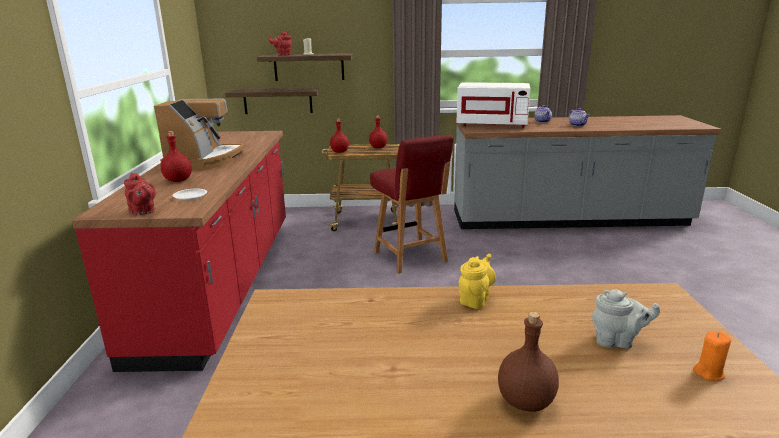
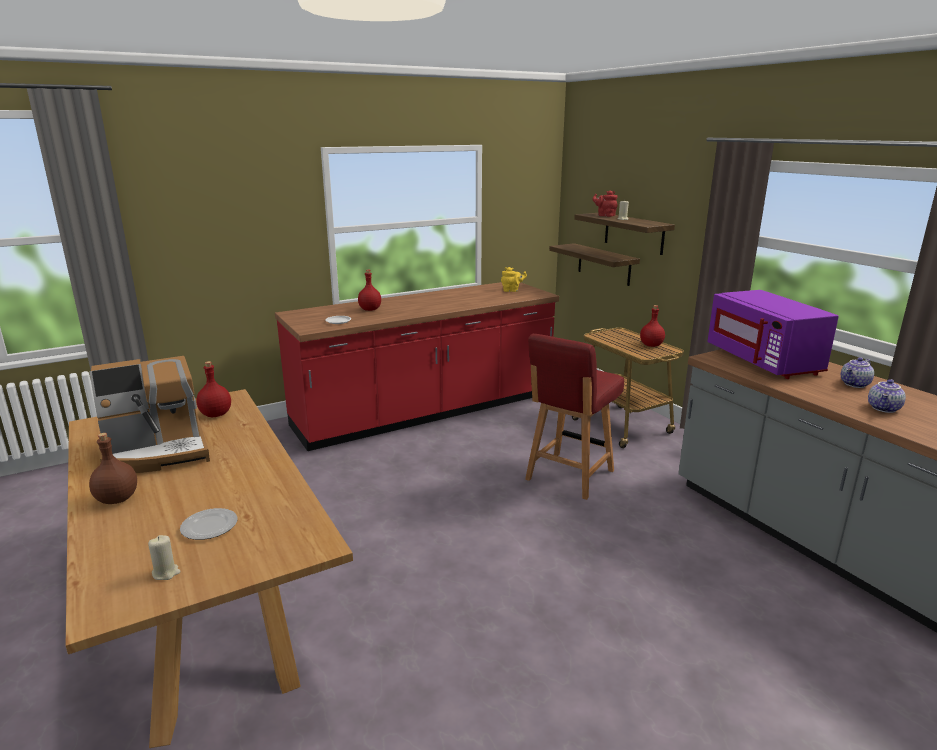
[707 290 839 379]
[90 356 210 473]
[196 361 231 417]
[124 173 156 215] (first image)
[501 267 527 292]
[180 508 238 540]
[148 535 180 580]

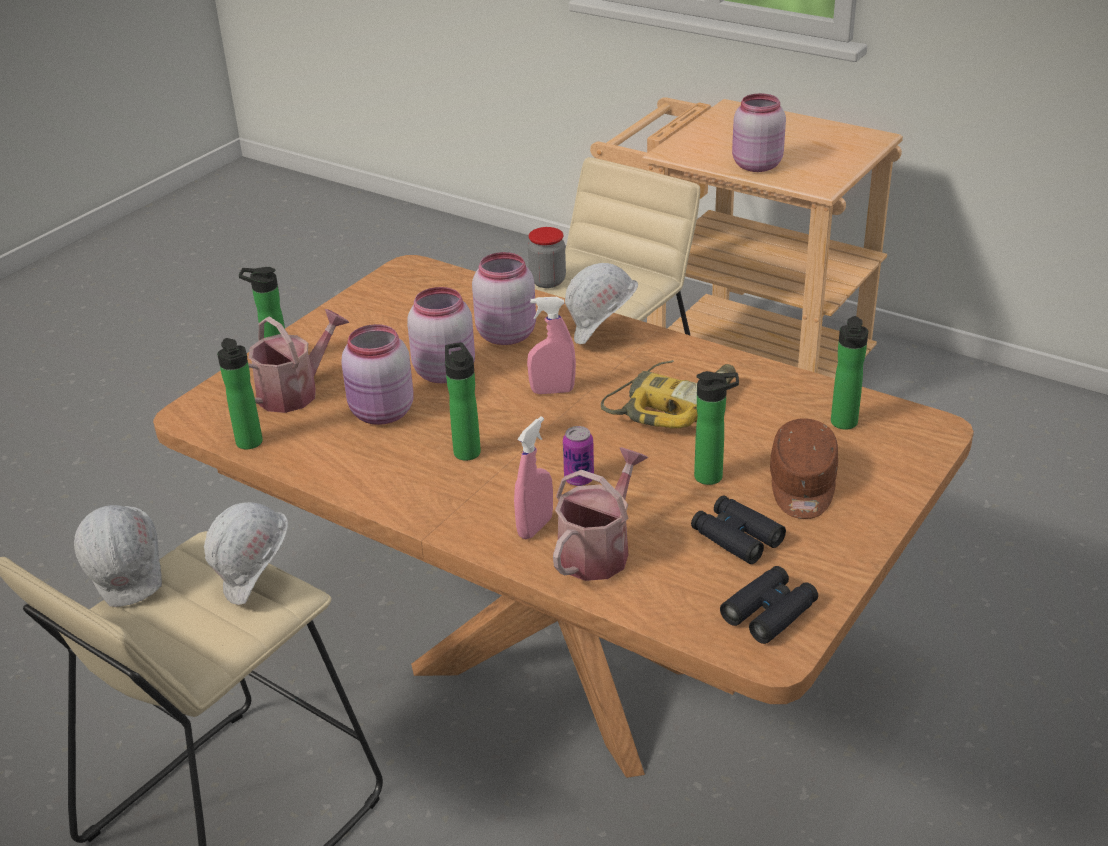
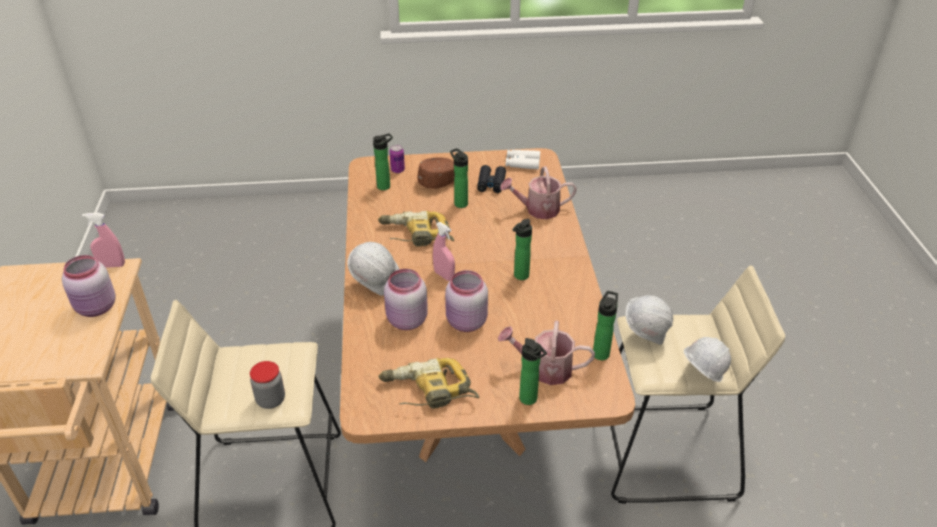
[341 324 414 425] (first image)
[82 213 125 268]
[390 145 405 173]
[506 150 540 169]
[378 358 479 409]

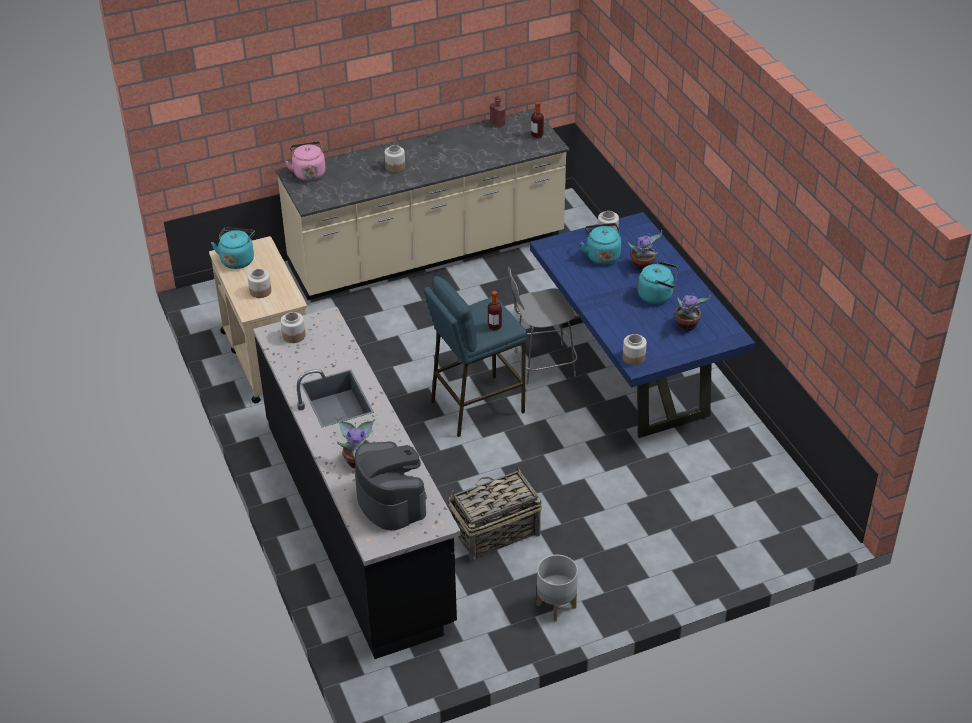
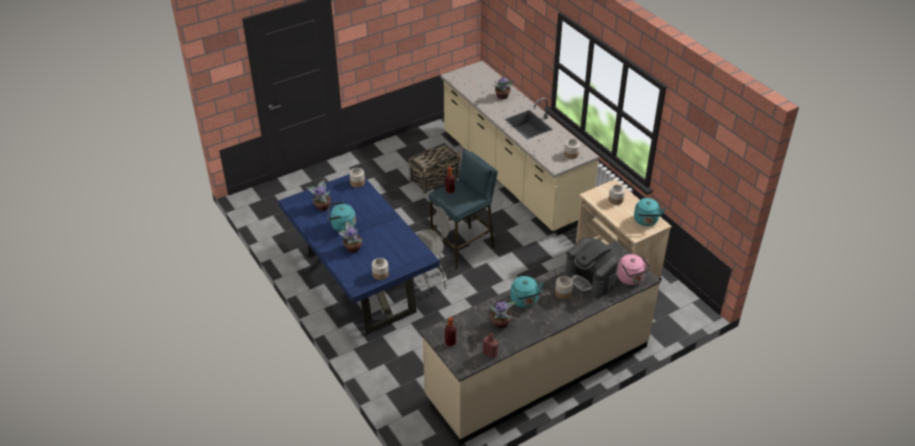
[510 276 543 308]
[440 61 599 235]
[565 237 618 298]
[537 555 578 622] (first image)
[490 298 517 329]

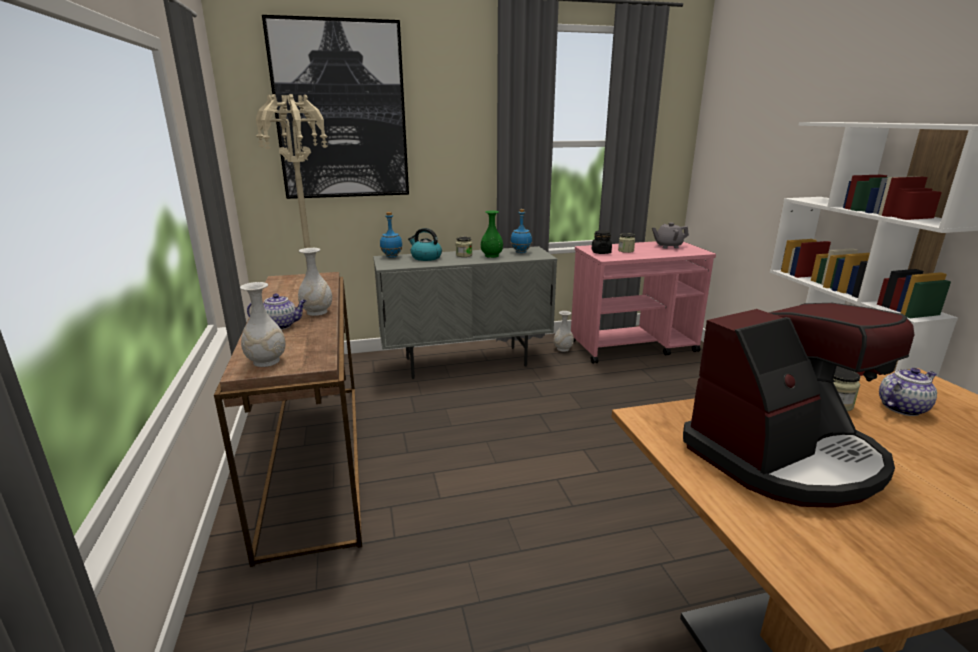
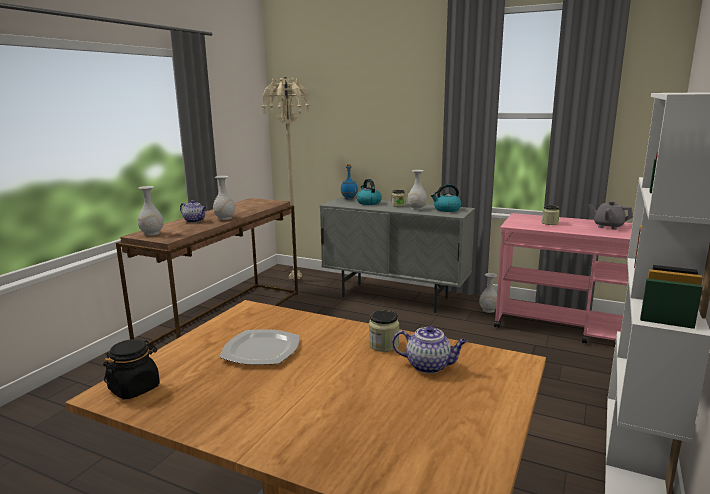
[262 15 409 199] (first image)
[431 184 461 212]
[408 170 427 210]
[103 339 160 399]
[220 329 299 365]

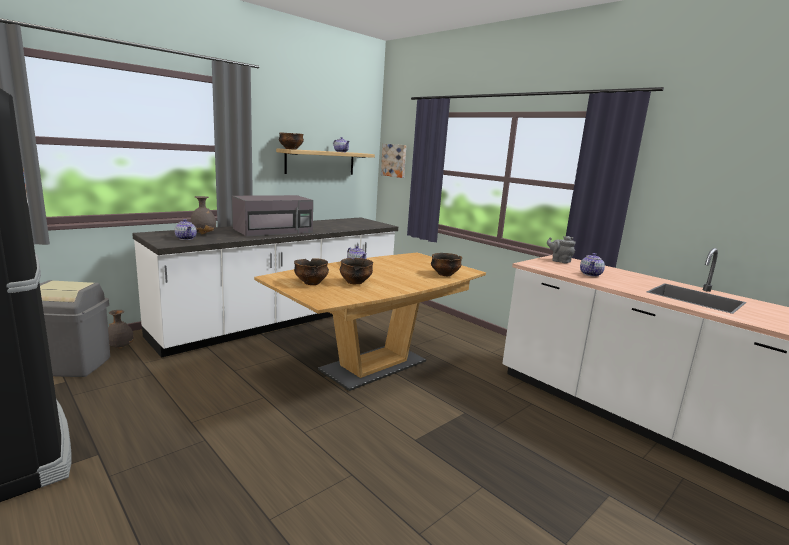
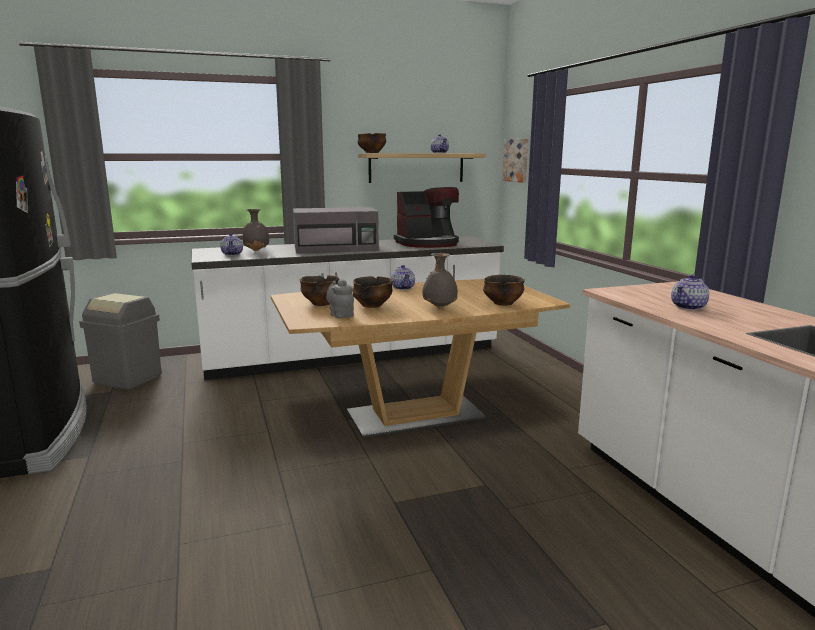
[326 279 354 318]
[422 253 458 309]
[394 187 459 248]

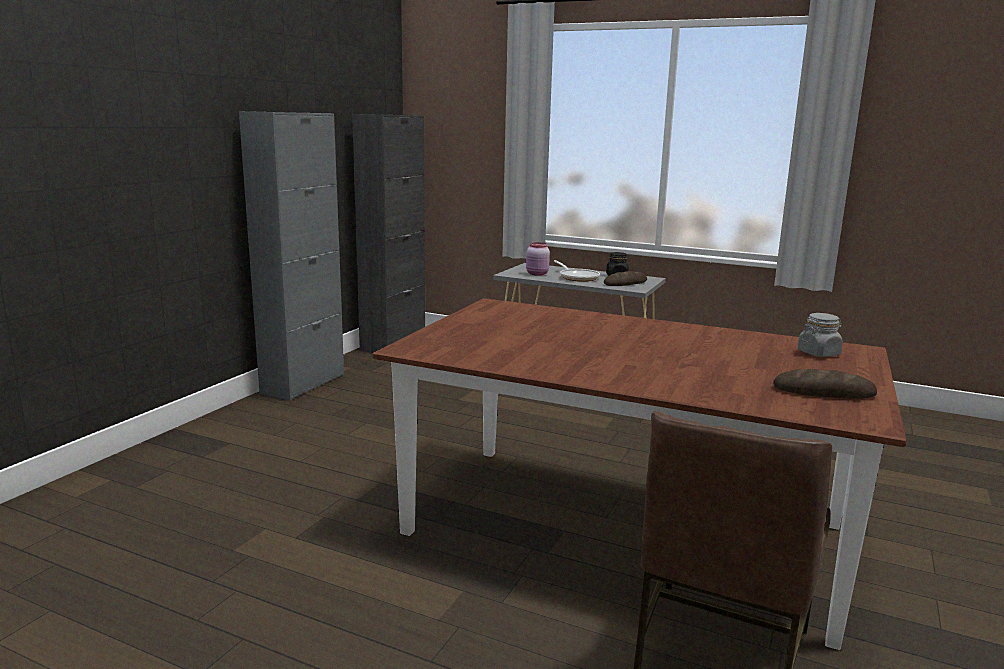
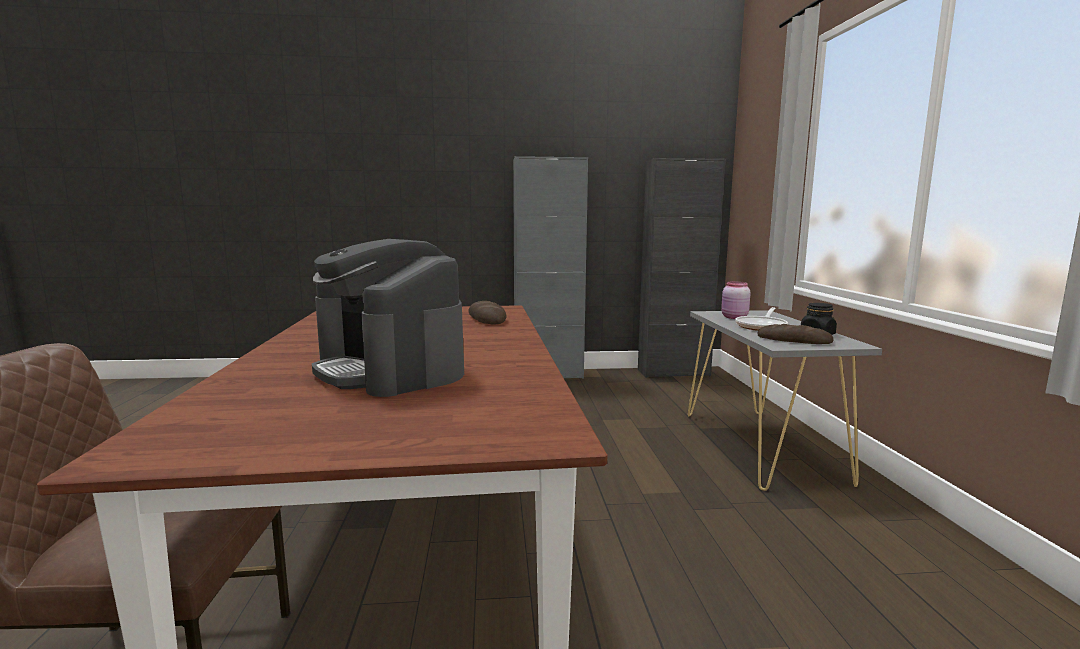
[797 313 843 357] (first image)
[468 301 506 324]
[312 239 464 397]

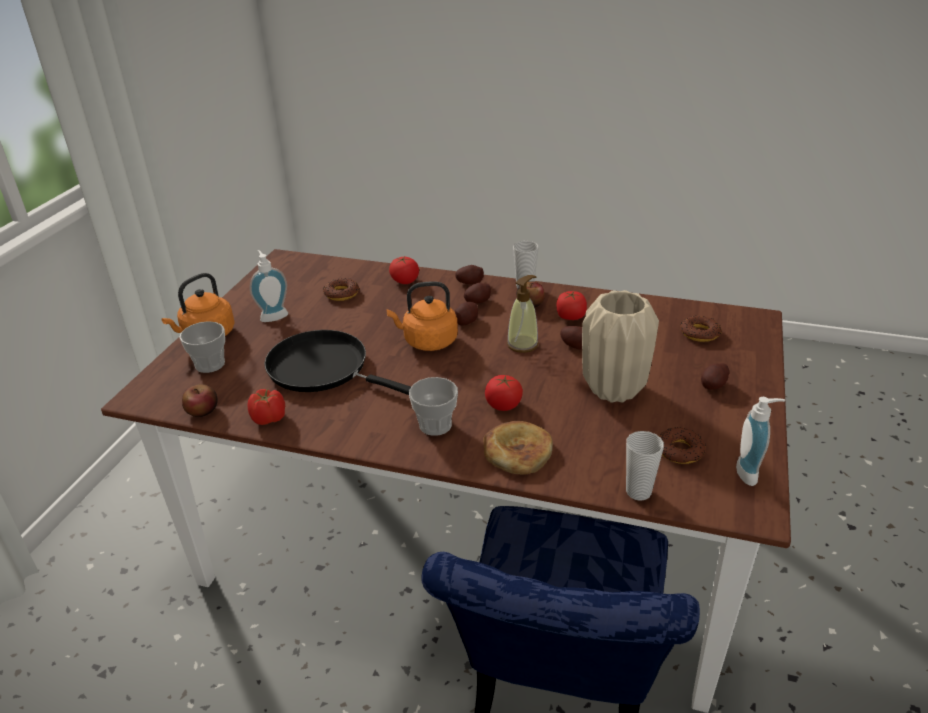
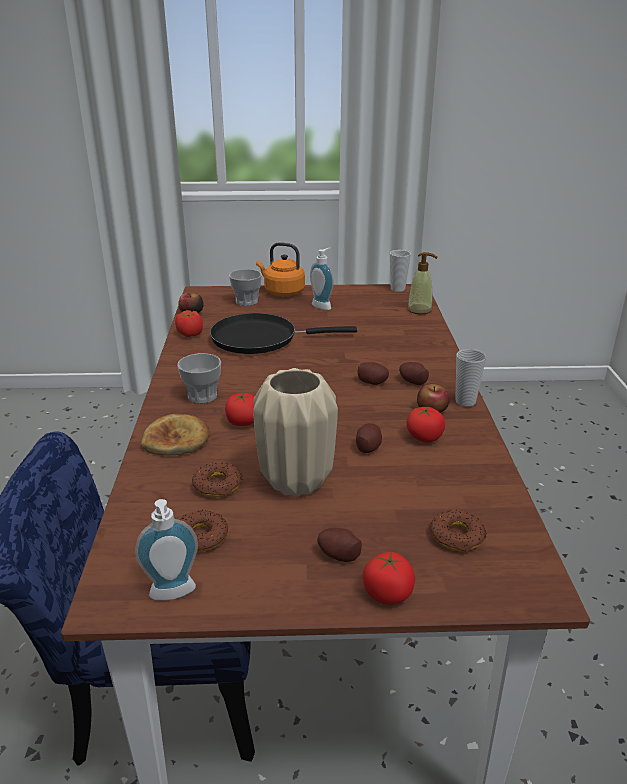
[363 552 415 605]
[455 265 484 284] (first image)
[407 252 438 314]
[192 463 242 497]
[386 281 458 351] (first image)
[210 313 357 354]
[390 250 411 292]

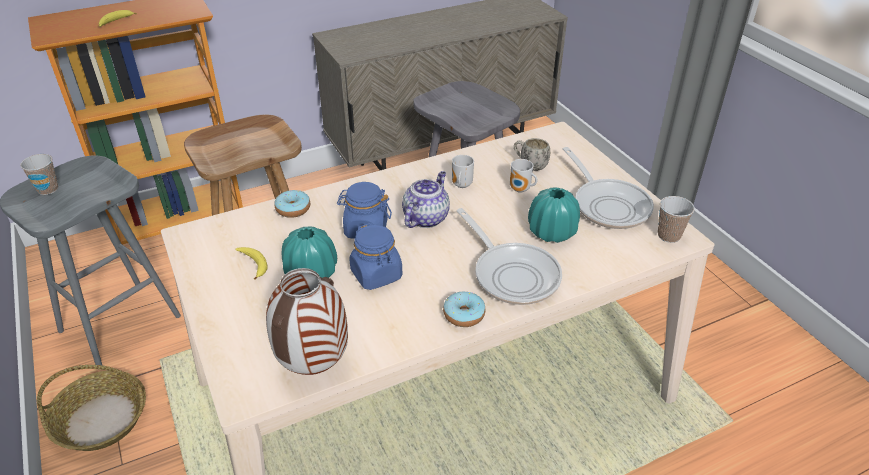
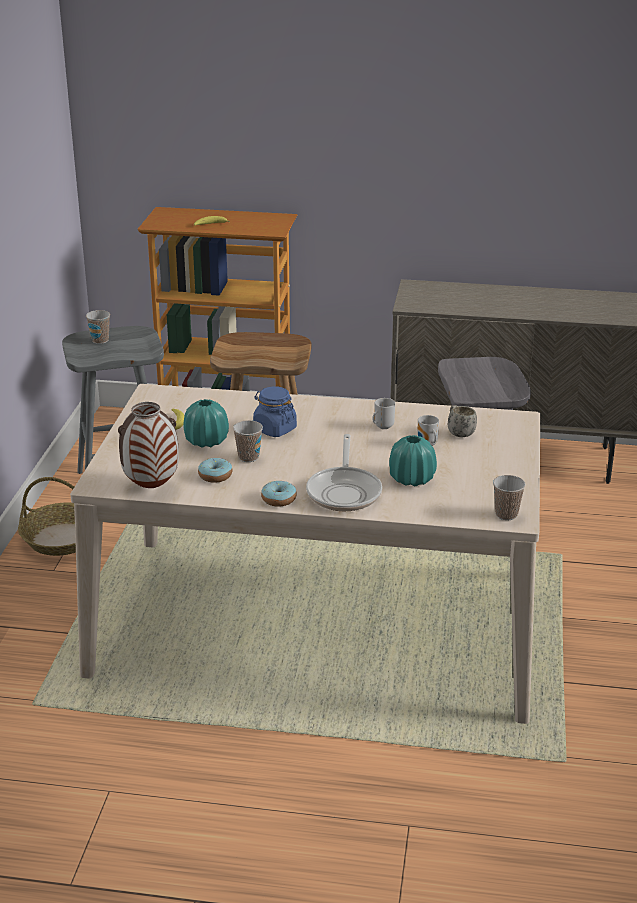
[563 147 654 229] (first image)
[402 171 450 228] (first image)
[198 458 232 483]
[233 420 263 462]

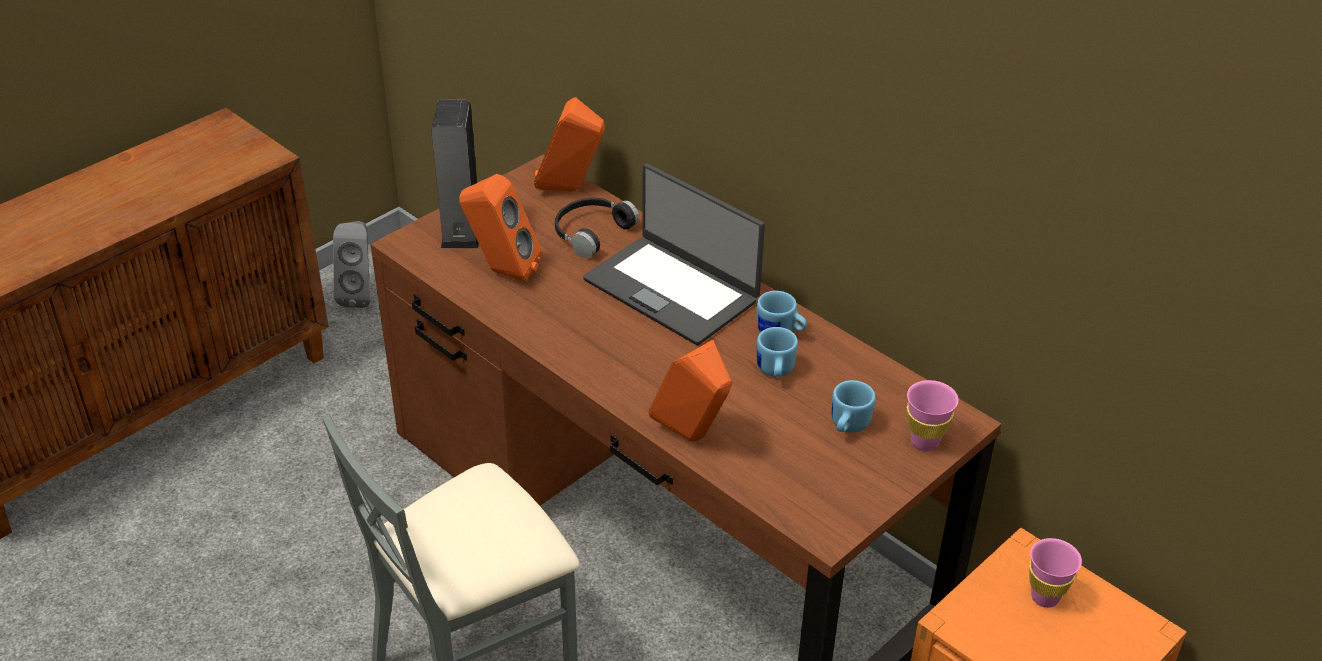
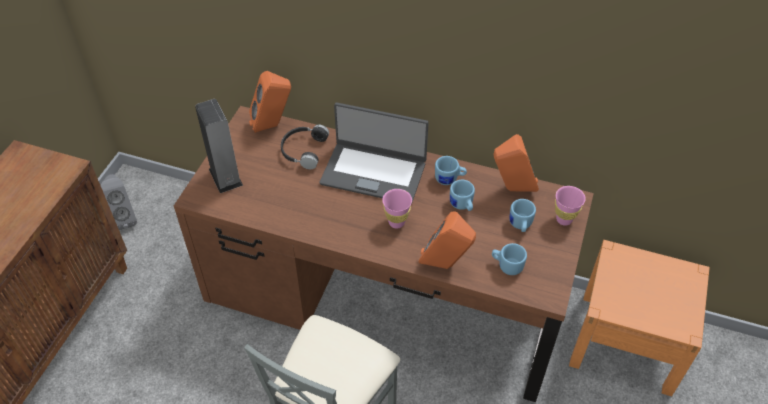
[494 134 539 192]
[382 189 412 229]
[492 243 527 275]

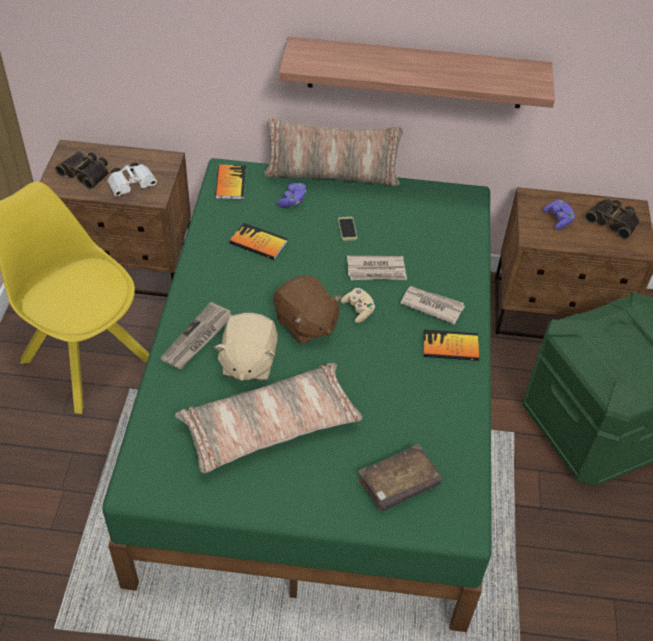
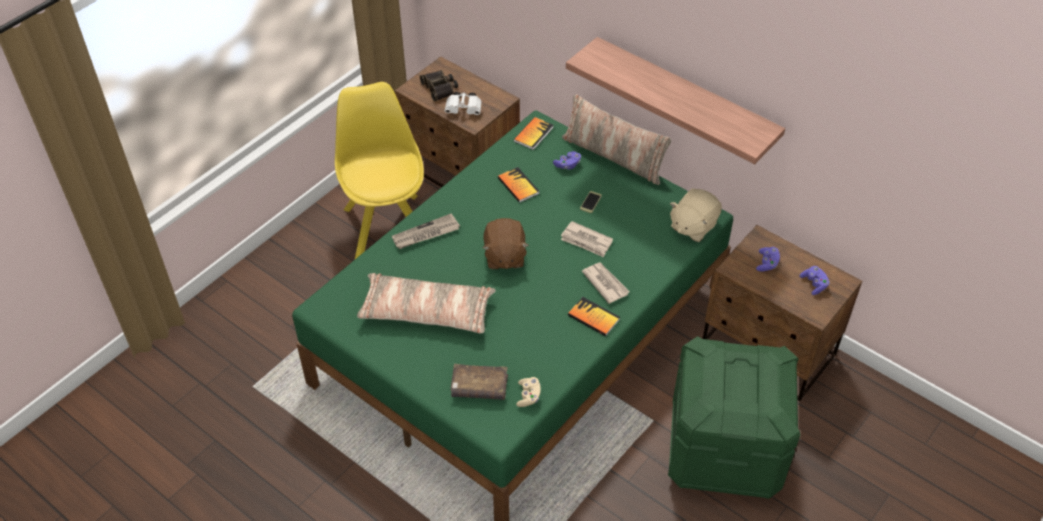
[799 266 830 295]
[516 377 541 407]
[670 189 722 242]

